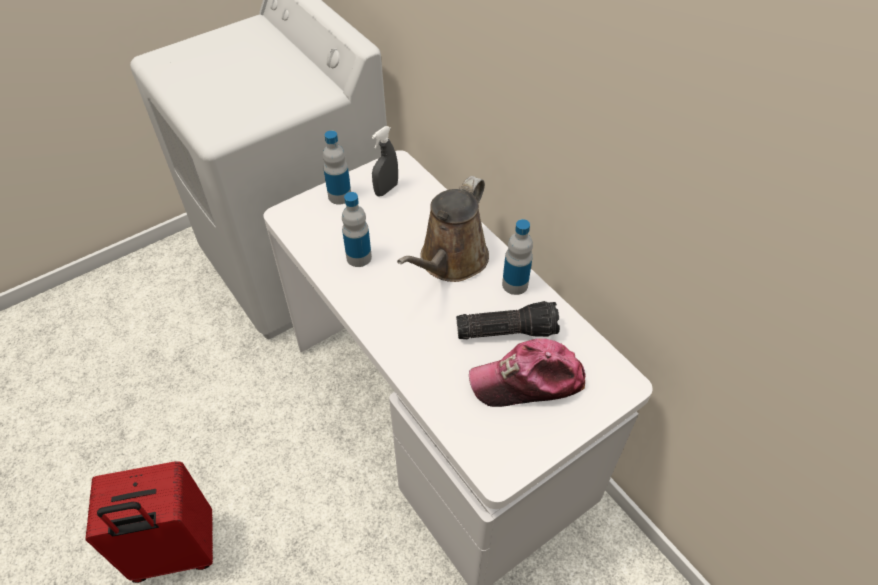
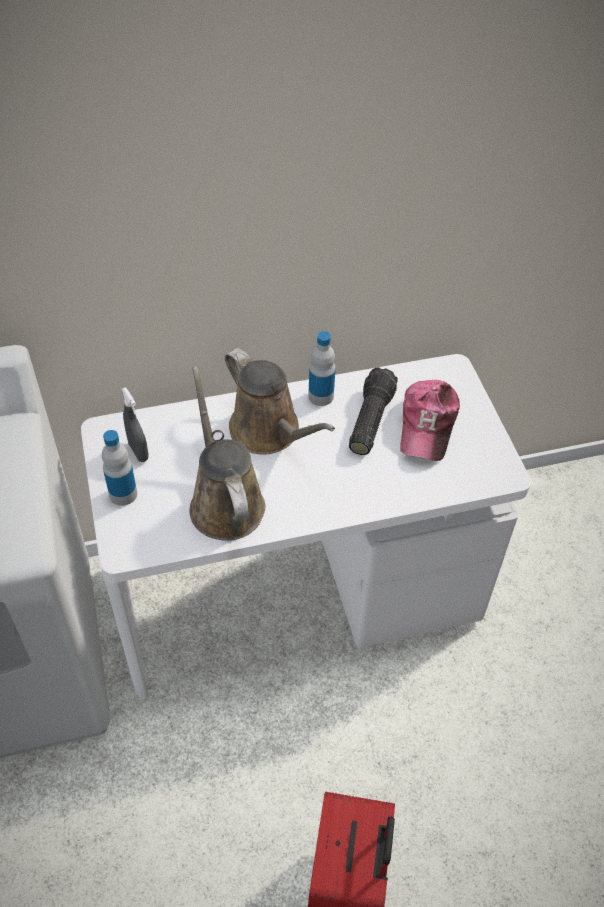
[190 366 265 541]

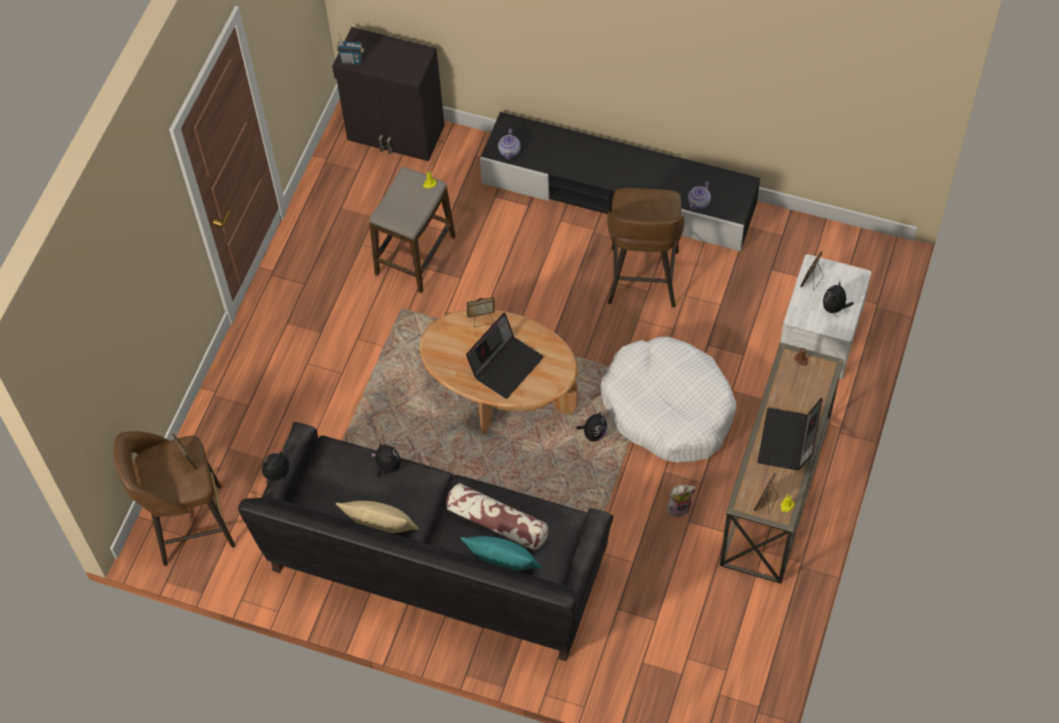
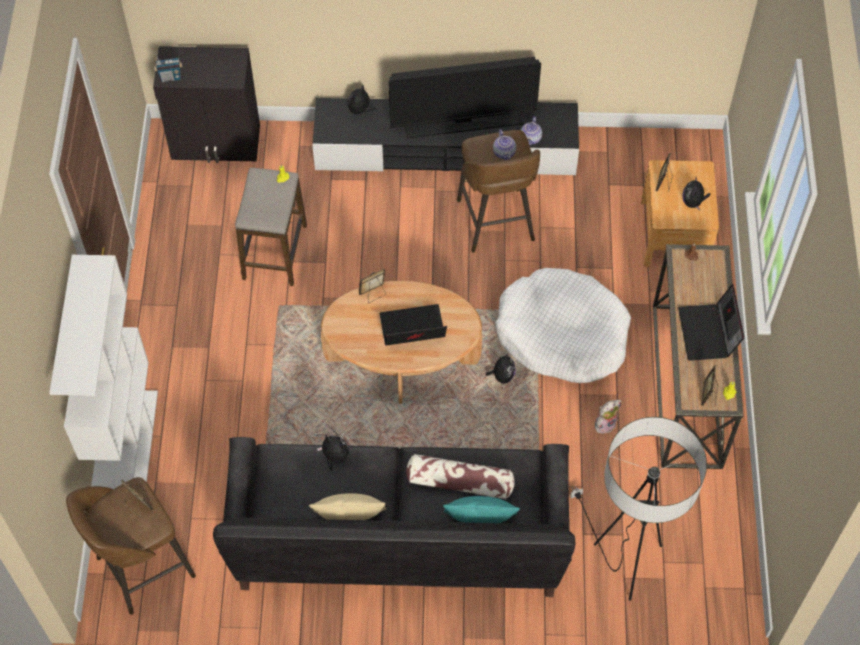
[493 129 516 160]
[641 160 719 267]
[380 304 447 346]
[348 85 376 114]
[389 57 541 139]
[49 255 158 489]
[570 417 707 601]

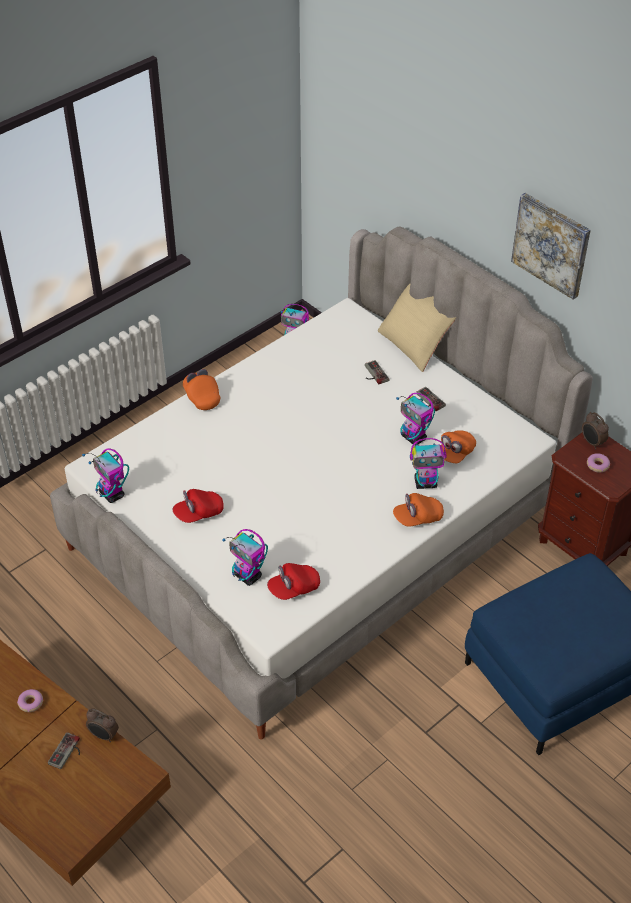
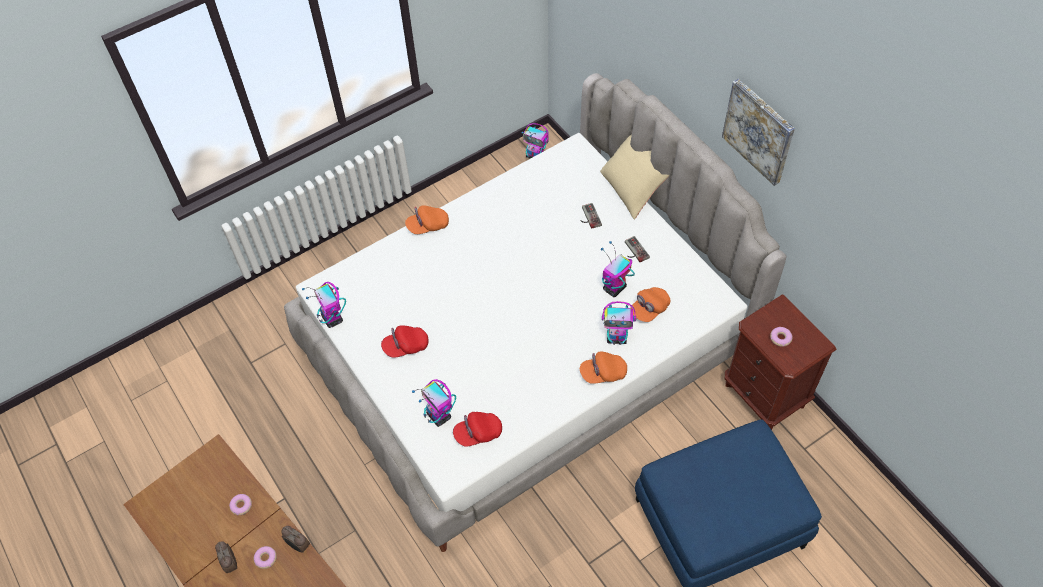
[405 205 449 234]
[601 241 635 297]
[215 541 237 573]
[254 546 277 569]

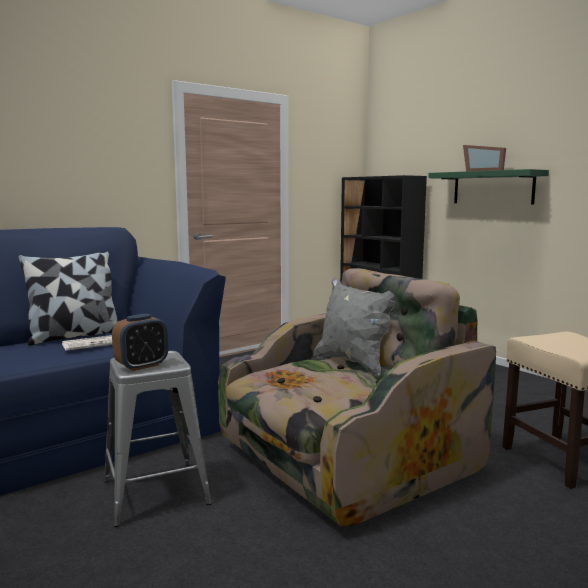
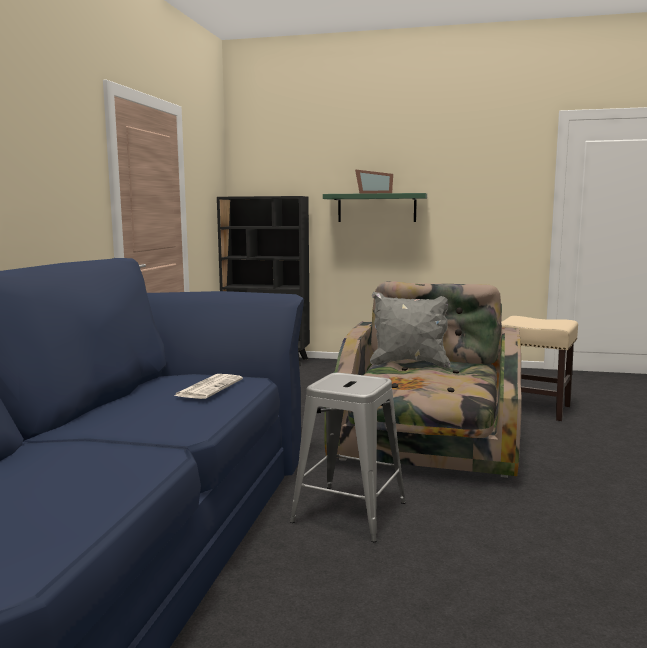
[18 251 118 345] (first image)
[112 314 168 371] (first image)

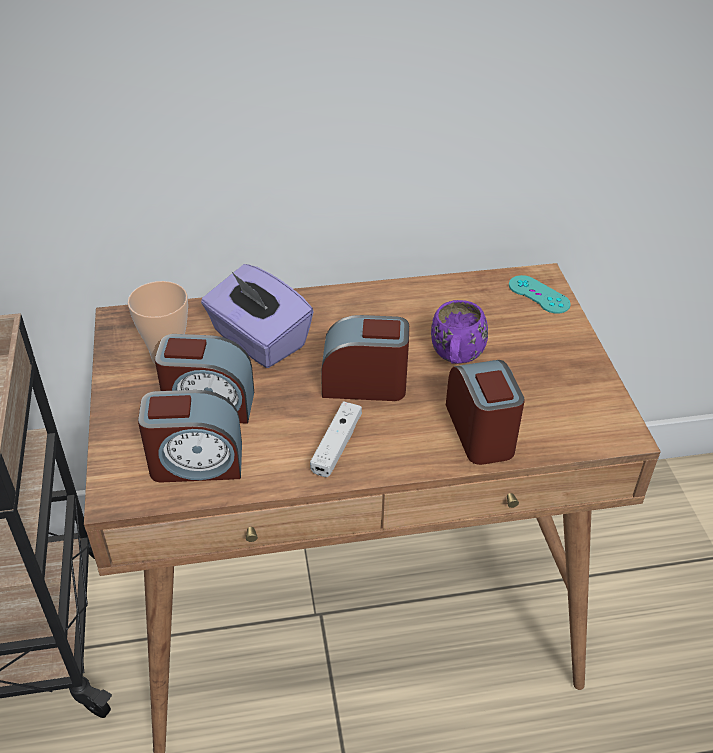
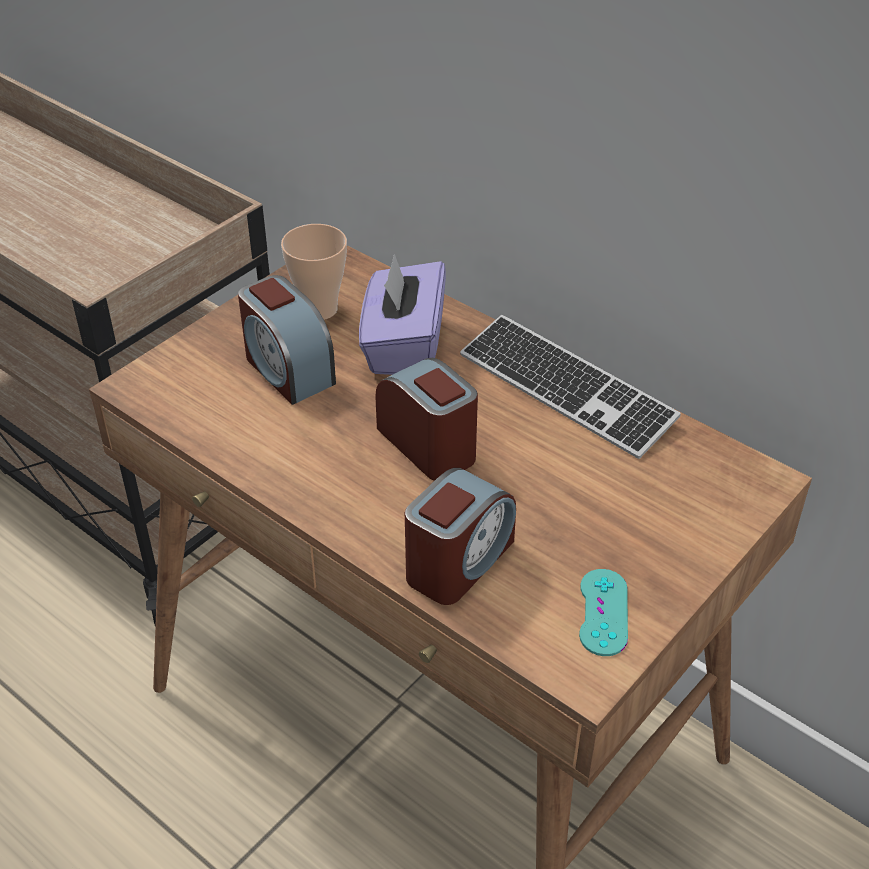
[579 569 628 656]
[431 300 488 364] (first image)
[138 390 242 482] (first image)
[310 401 362 477] (first image)
[460 315 680 459]

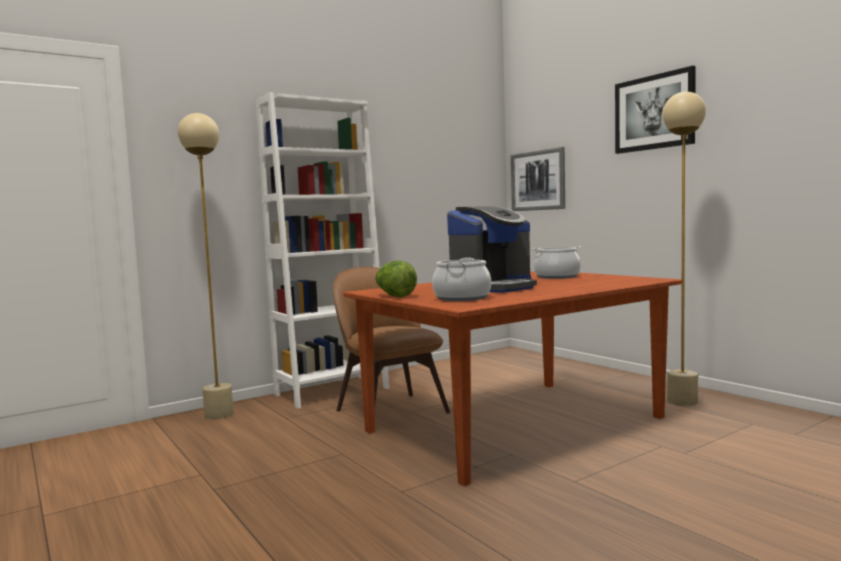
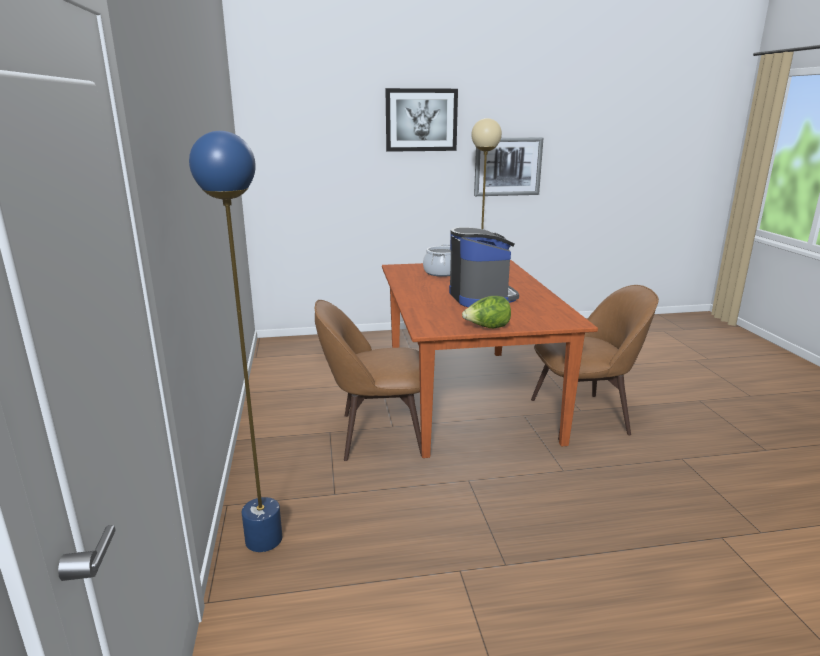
[256 92 389 408] (first image)
[189 131 282 552]
[474 137 543 196]
[432 258 491 301] (first image)
[531 285 659 440]

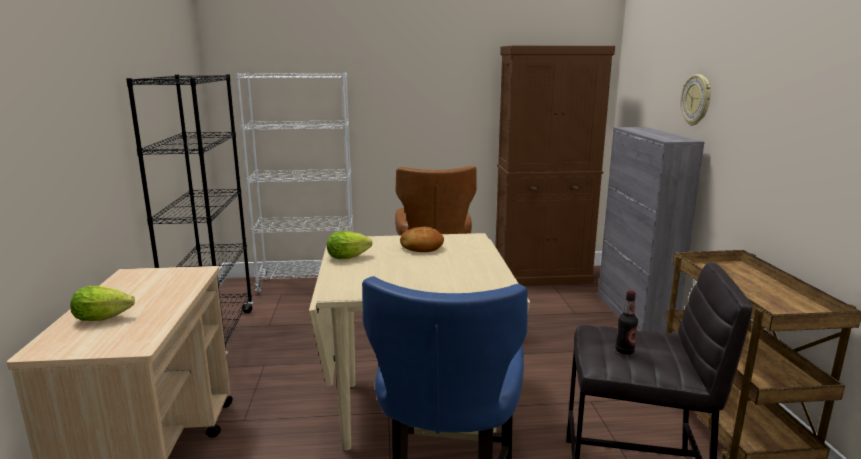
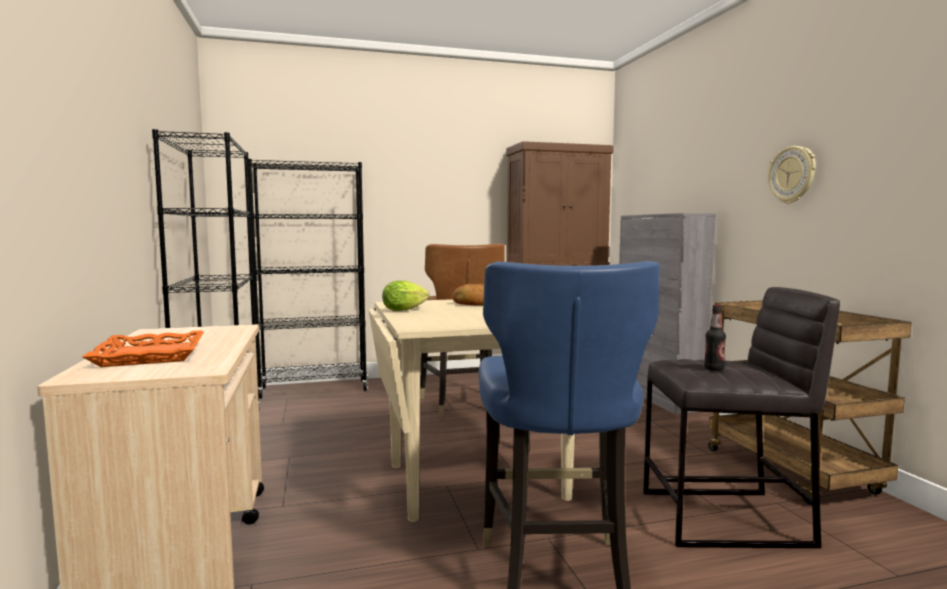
[248 159 368 399]
[768 146 816 204]
[82 330 204 367]

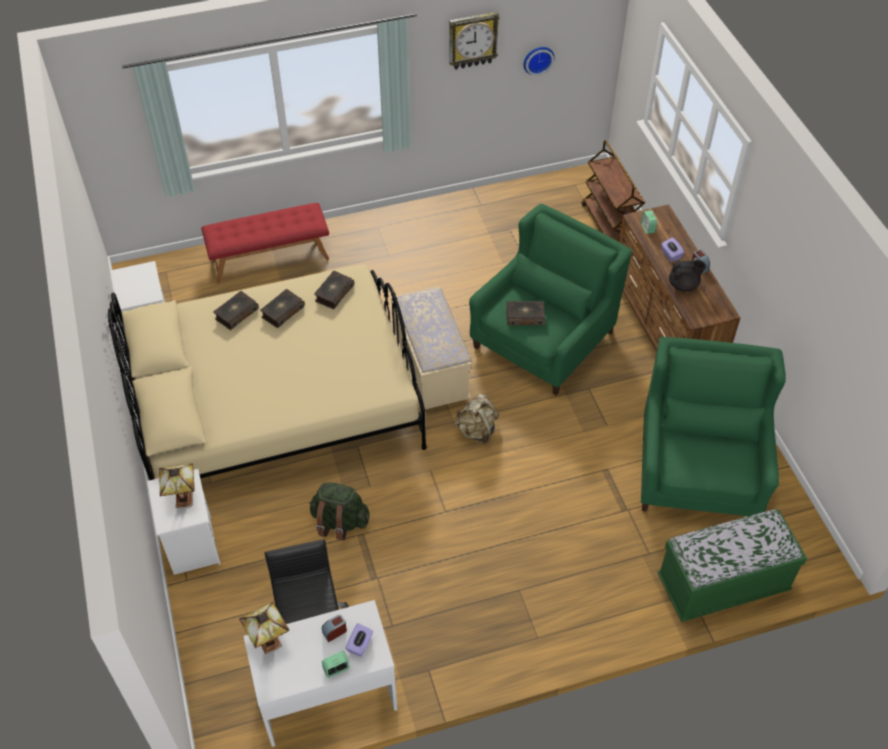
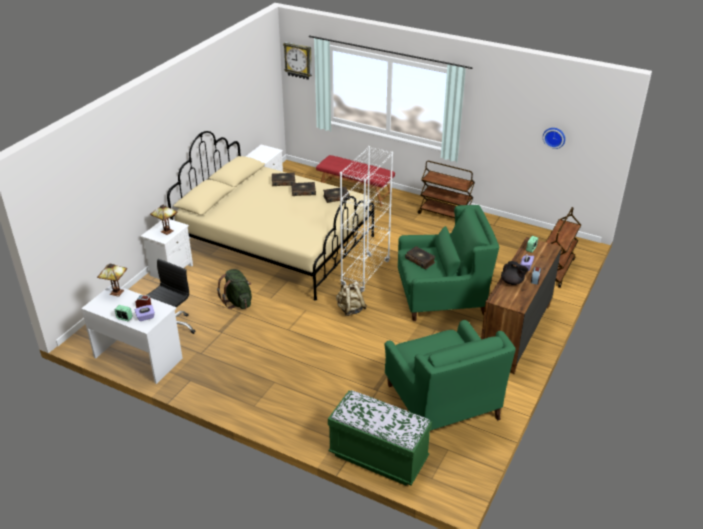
[283 42 312 80]
[340 146 393 292]
[384 320 516 431]
[418 161 475 218]

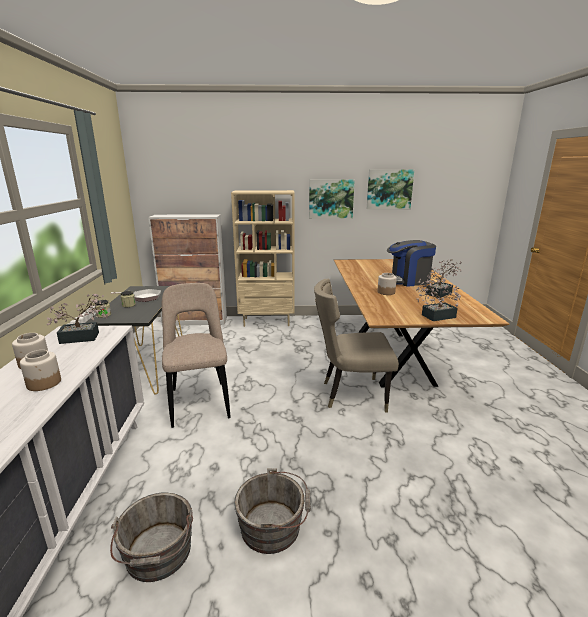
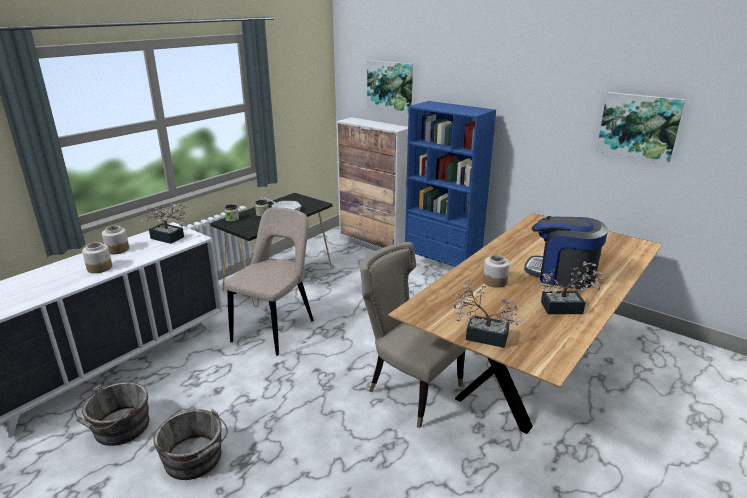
[367 60 413 113]
[405 101 496 267]

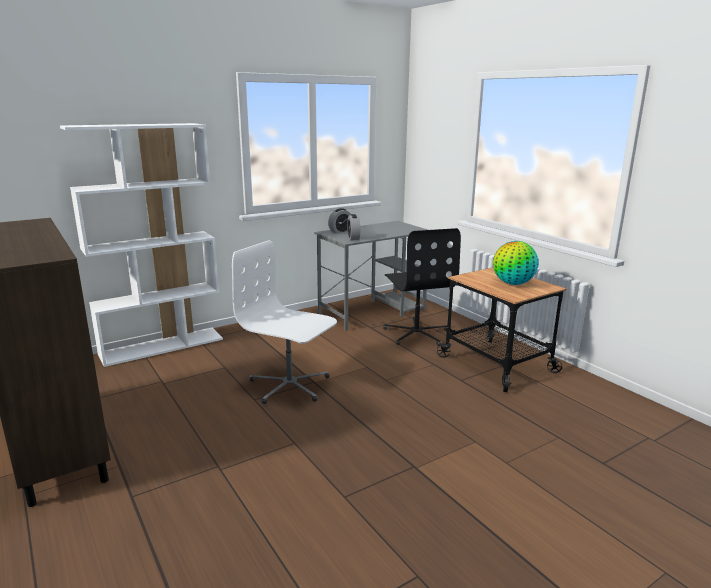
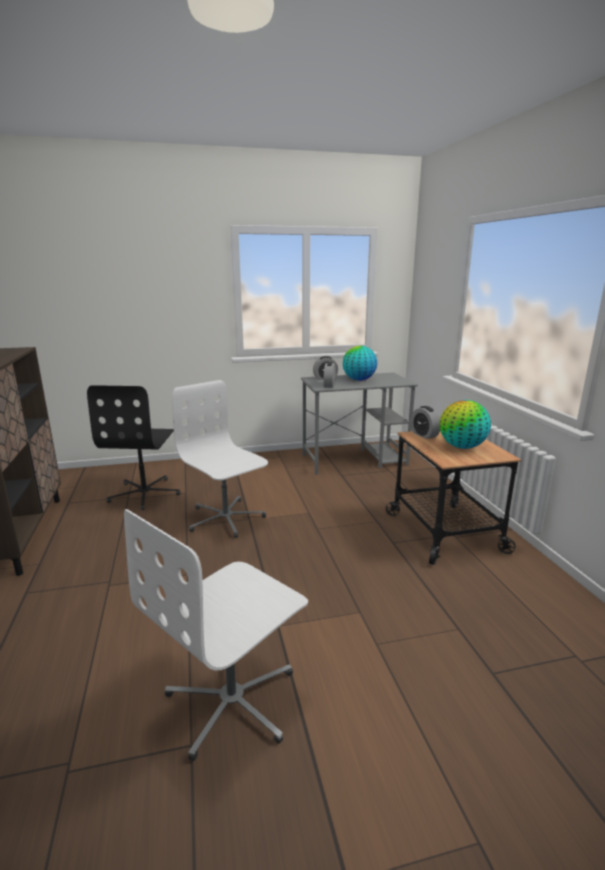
[60 123 223 367] (first image)
[87 385 180 510]
[343 346 377 381]
[411 406 440 439]
[124 509 308 761]

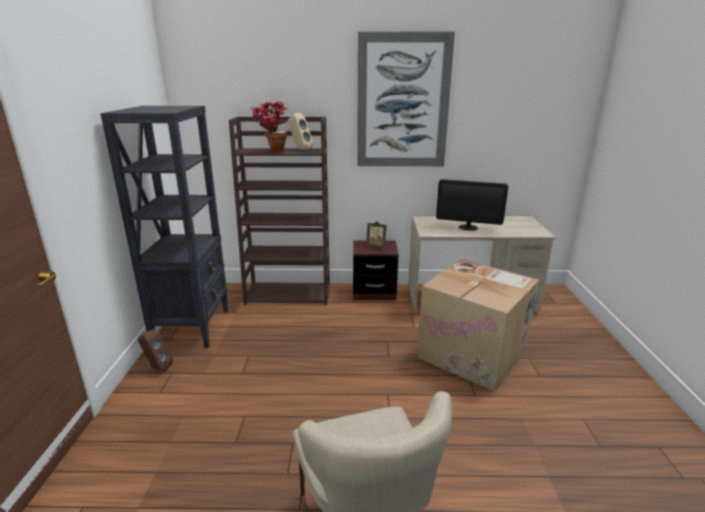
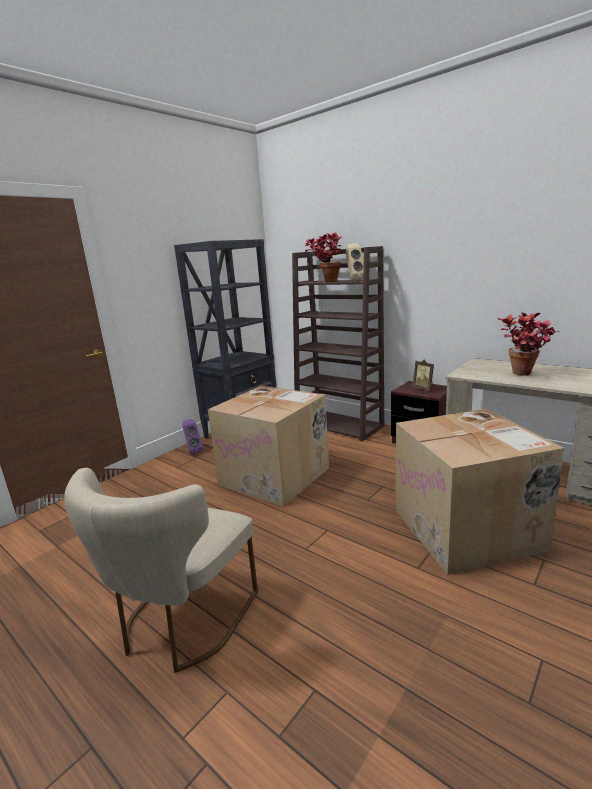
[357 32 455 166] (first image)
[498 312 560 376]
[182 419 203 455]
[208 386 329 507]

